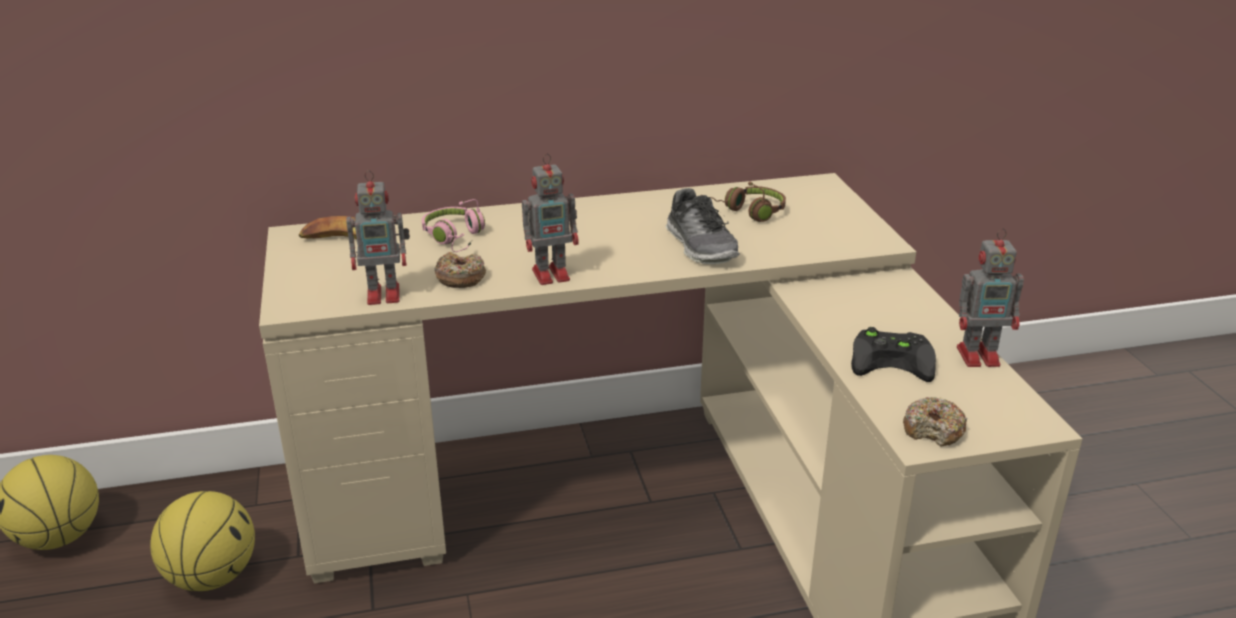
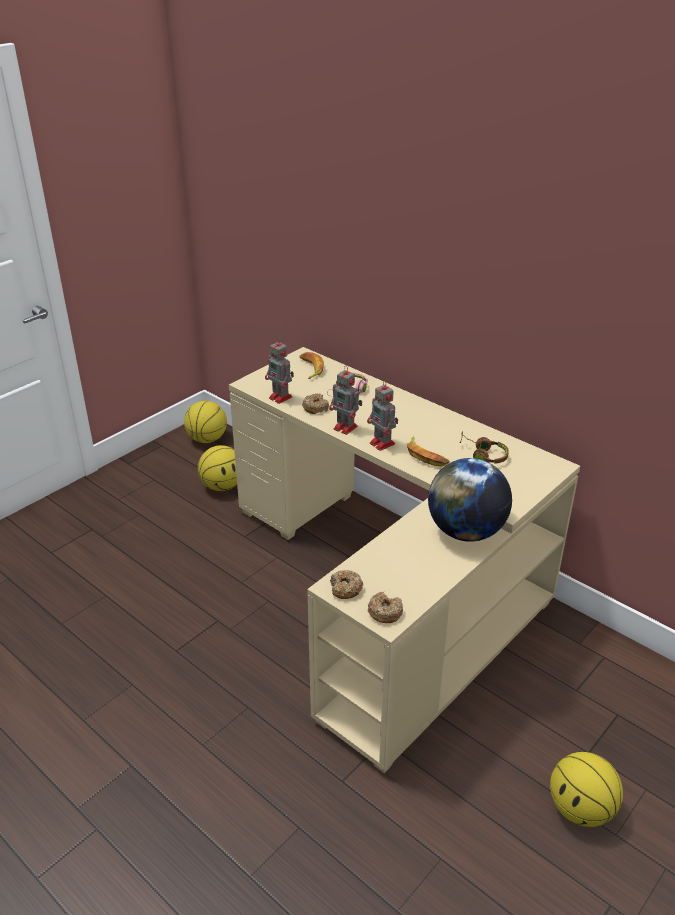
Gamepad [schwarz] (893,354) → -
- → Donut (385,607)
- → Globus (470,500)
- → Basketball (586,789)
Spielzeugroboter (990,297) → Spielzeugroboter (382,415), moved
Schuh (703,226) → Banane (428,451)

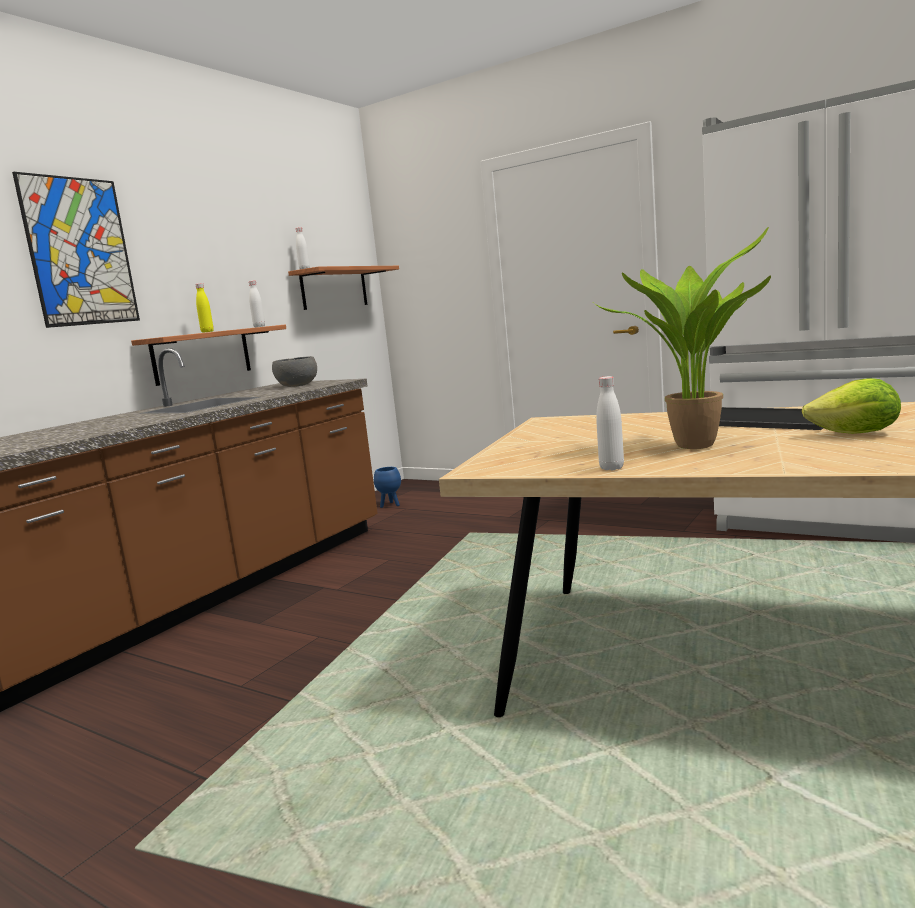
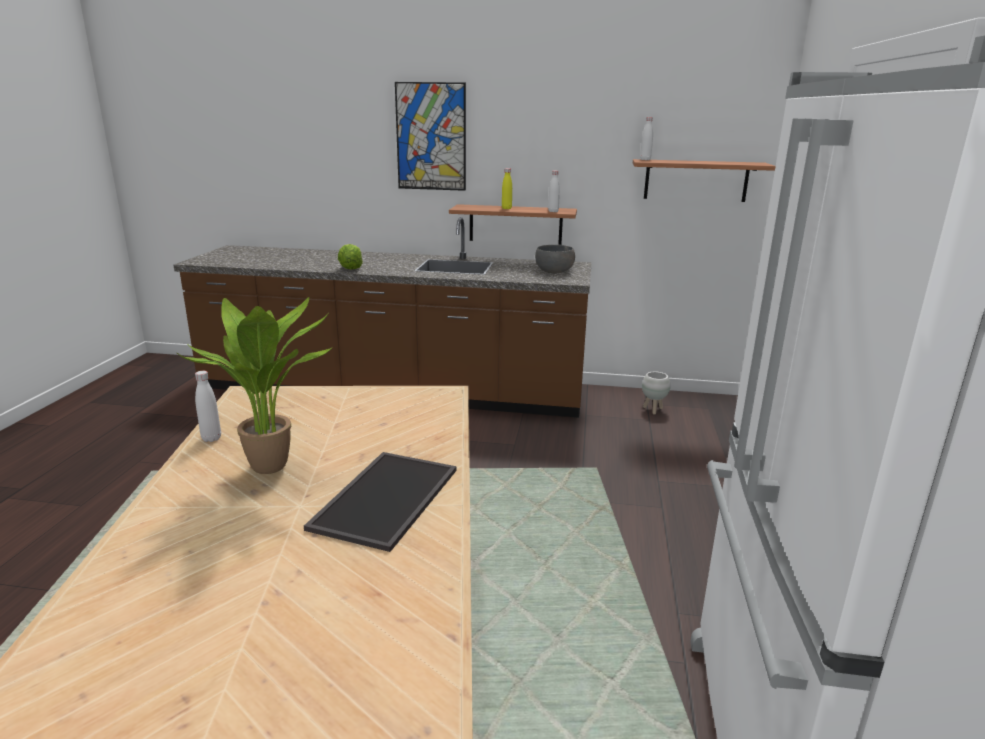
Salatkopf (851,406) → Salatkopf (350,256), moved
Pflanzkübel [blau] (387,487) → Pflanzkübel [weiß] (656,393)

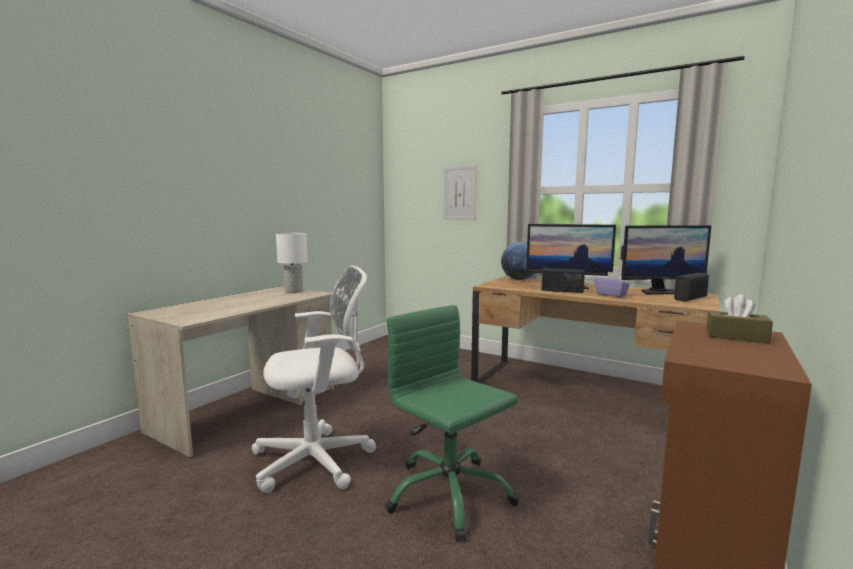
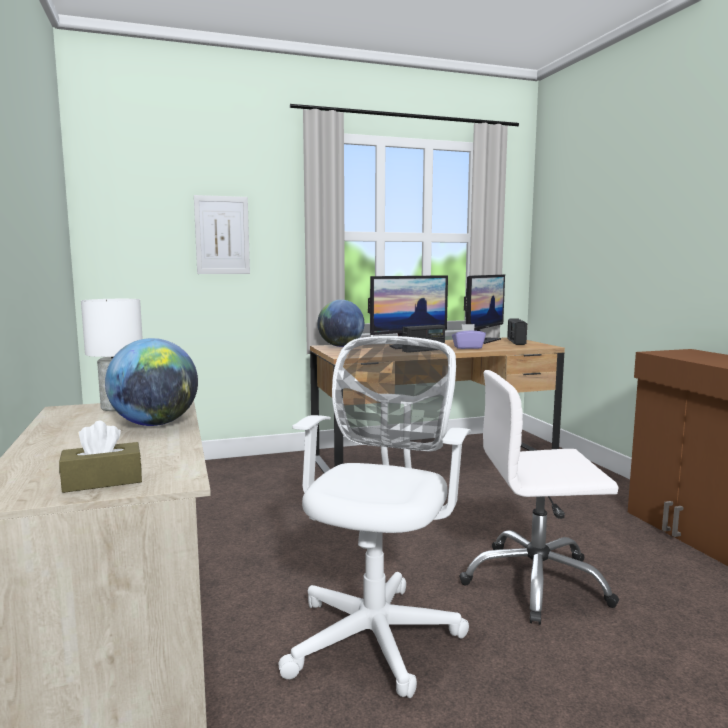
- → Globus (151,382)
Taschentuchbox [braun] (739,318) → Taschentuchbox [braun] (100,457), moved
Bürostuhl [grün] (452,423) → Bürostuhl [weiß] (539,497)

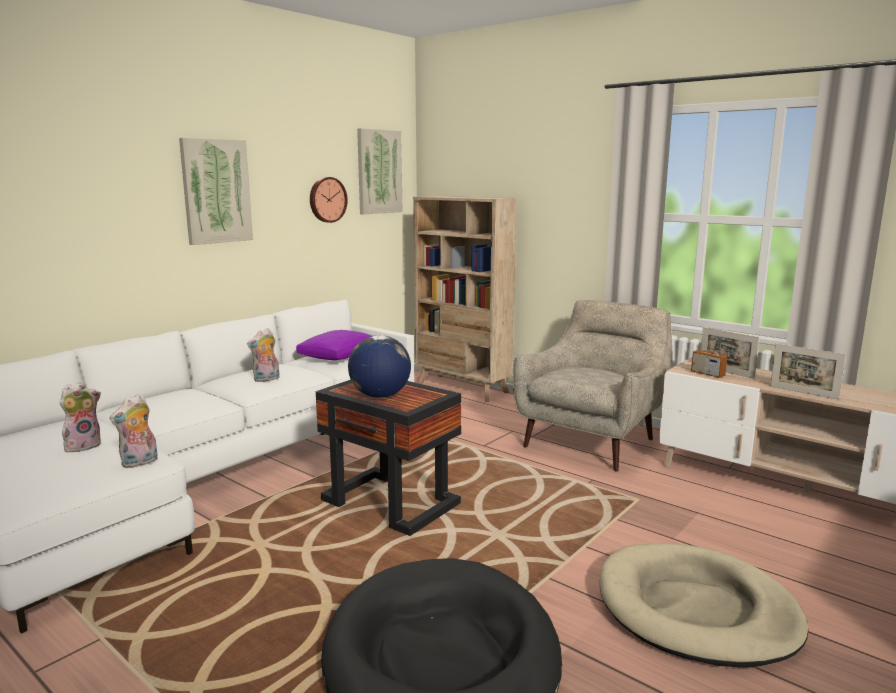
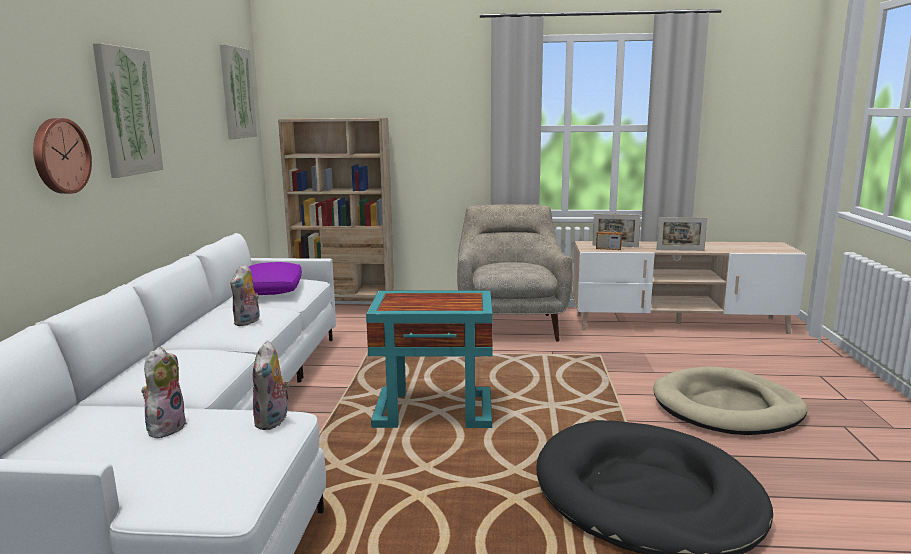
Globus (379,366) → -
Wanduhr (329,200) → Wanduhr (62,156), moved
Beistelltisch [schwarz] (388,458) → Beistelltisch [türkis] (429,359)

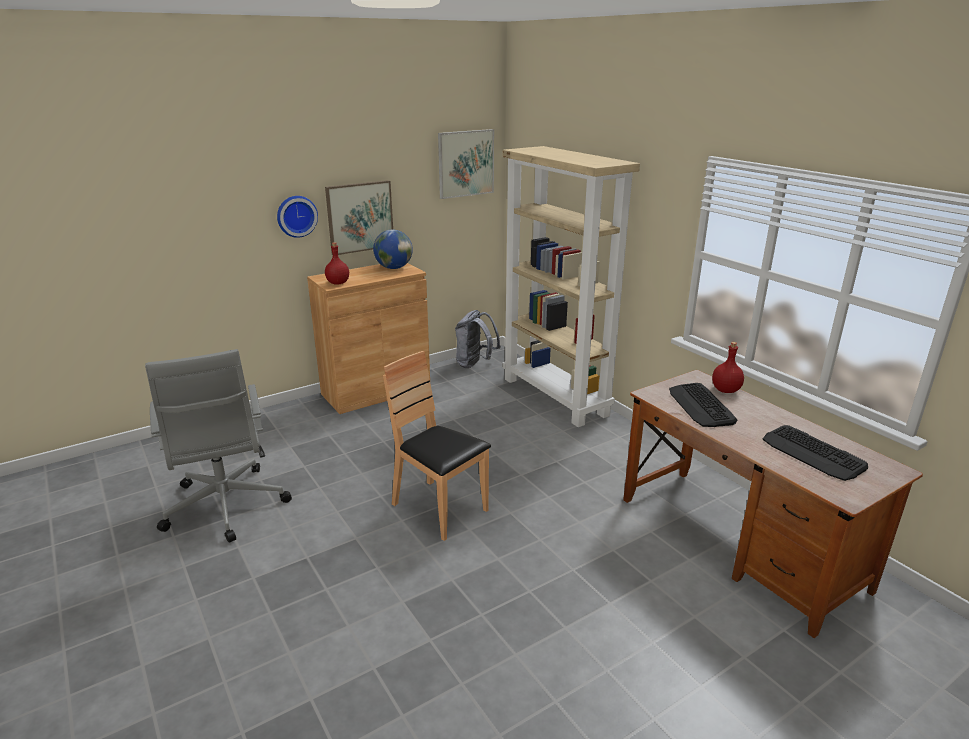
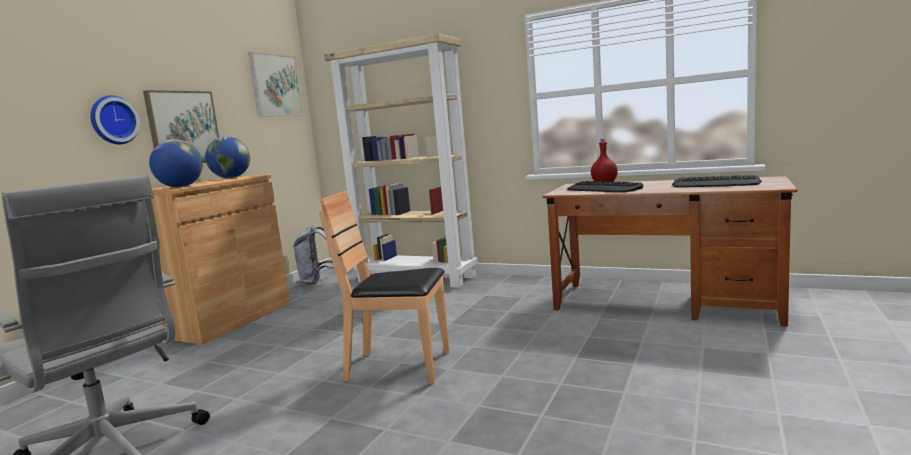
Flasche [rot] (337,263) → Globus (176,163)

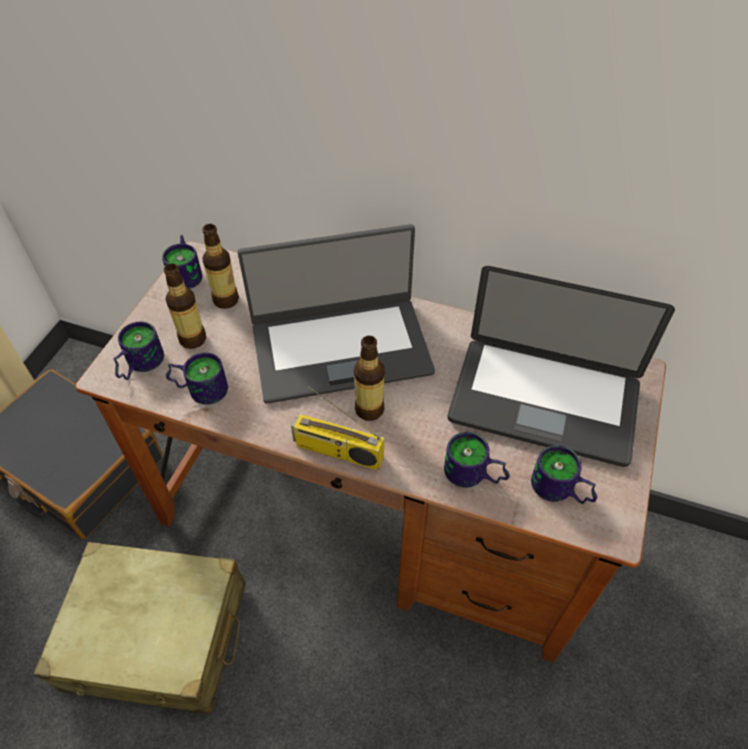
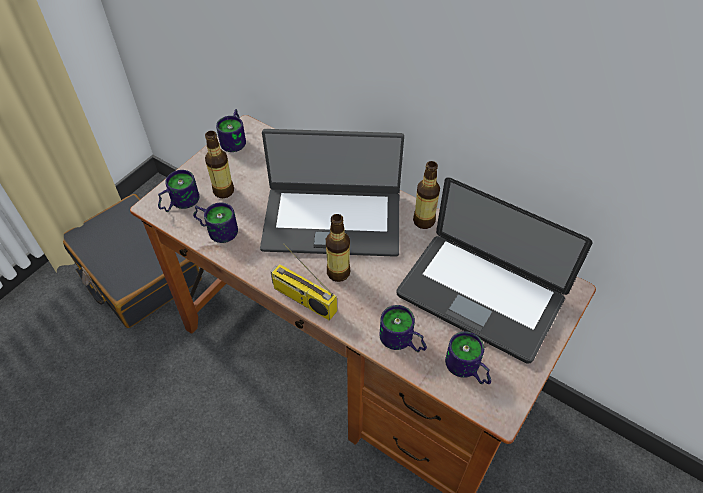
Koffer [beige] (139,628) → -
Flasche (220,266) → Flasche (426,195), moved

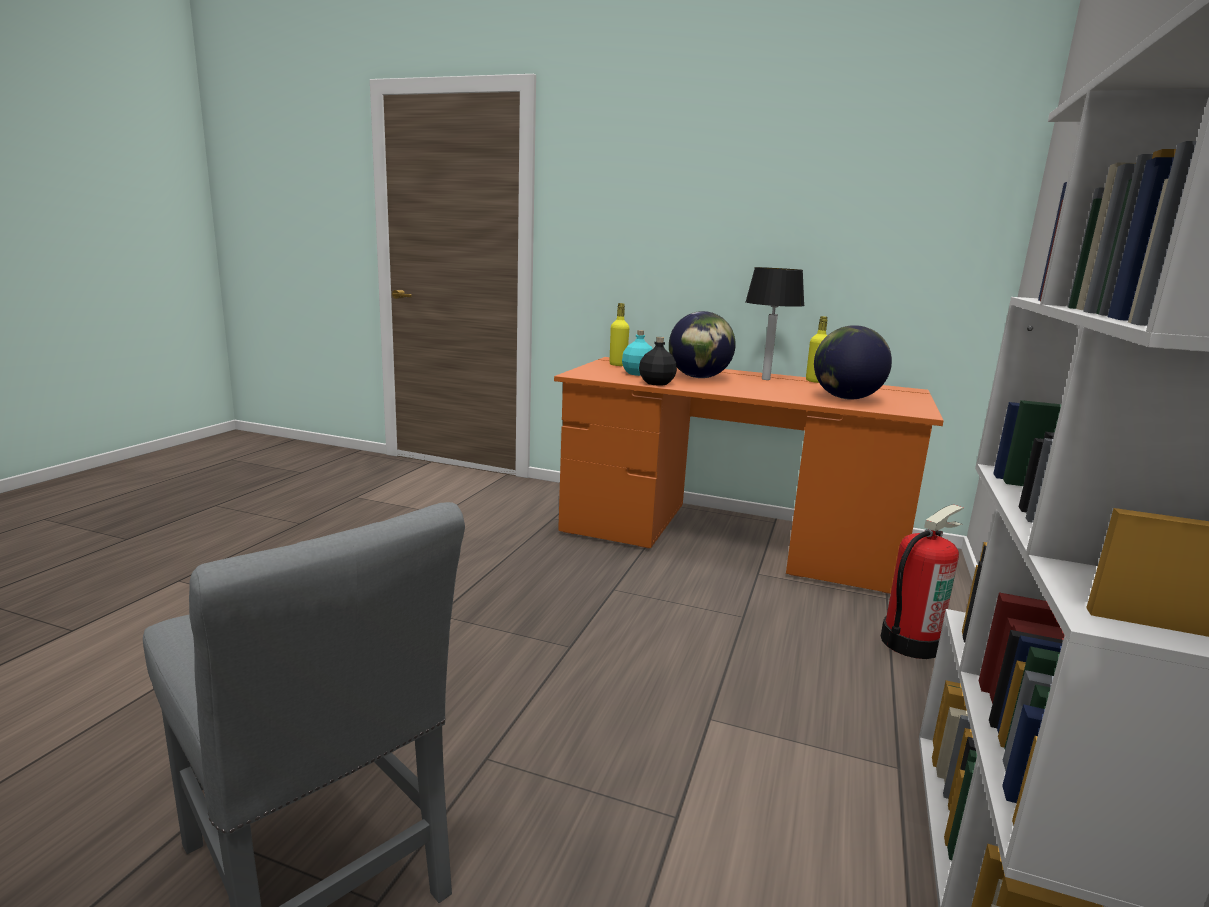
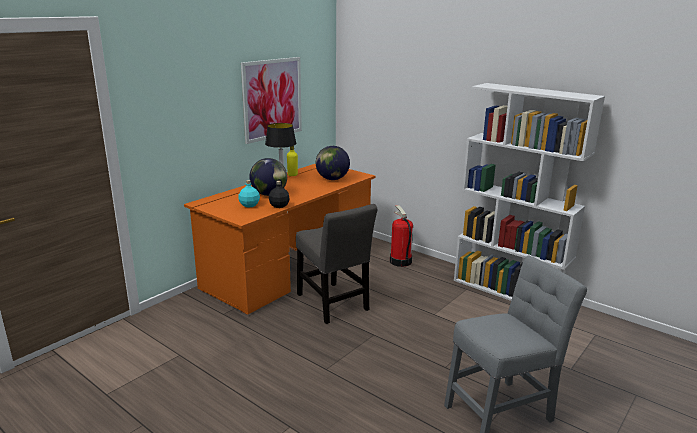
Flasche [gelb] (619,334) → -
- → Bild (271,100)
- → Stuhl [grau] (337,264)

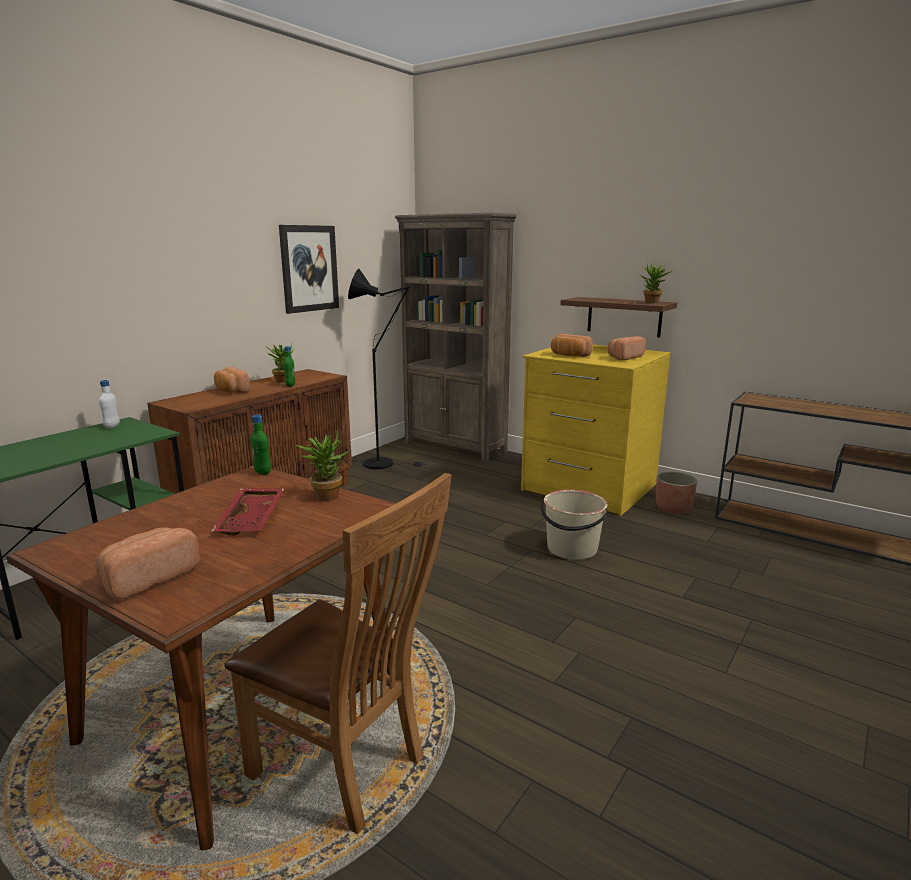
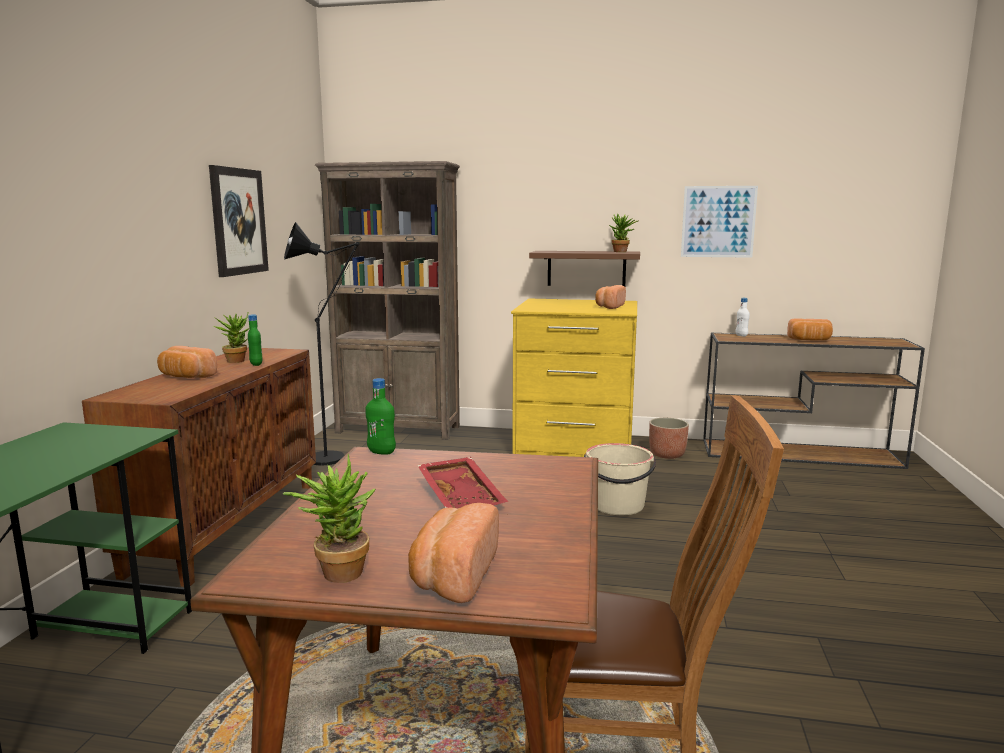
- → Bild (719,222)
Flasche [weiß] (109,404) → Flasche [weiß] (743,317), moved
Topfpflanze (321,465) → Topfpflanze (329,518), moved
Brot (572,345) → Brot (810,329), moved

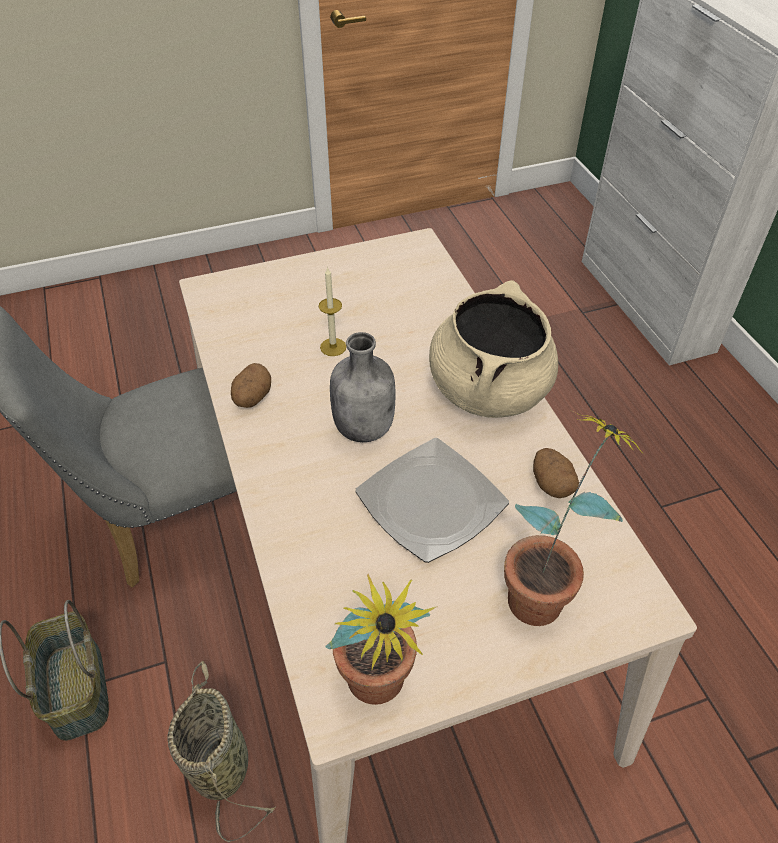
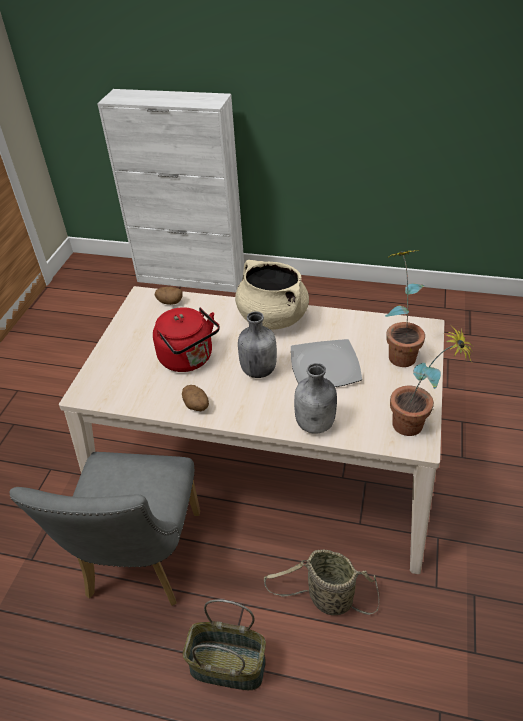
- → Flasche [grau] (315,398)
Kartoffel (556,473) → Kartoffel (168,296), moved
Kerze (332,311) → Wasserkessel [rot] (186,339)

